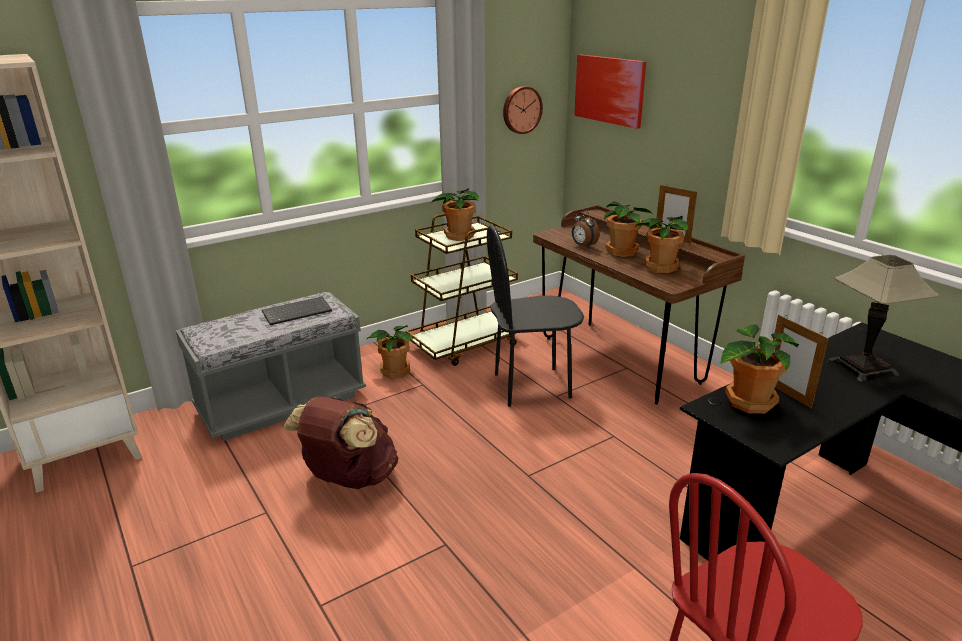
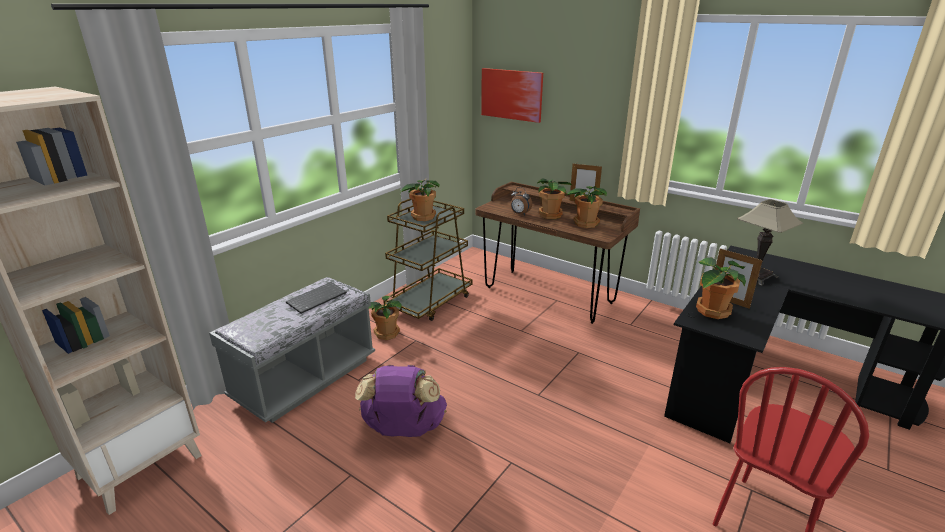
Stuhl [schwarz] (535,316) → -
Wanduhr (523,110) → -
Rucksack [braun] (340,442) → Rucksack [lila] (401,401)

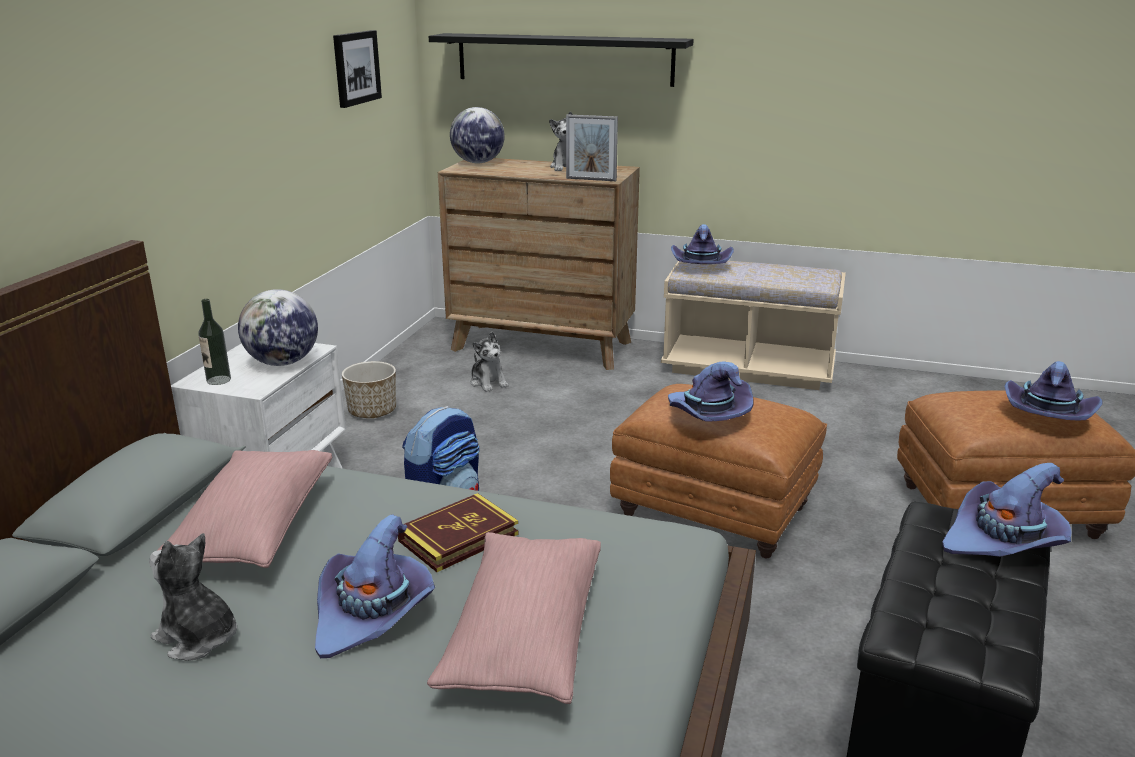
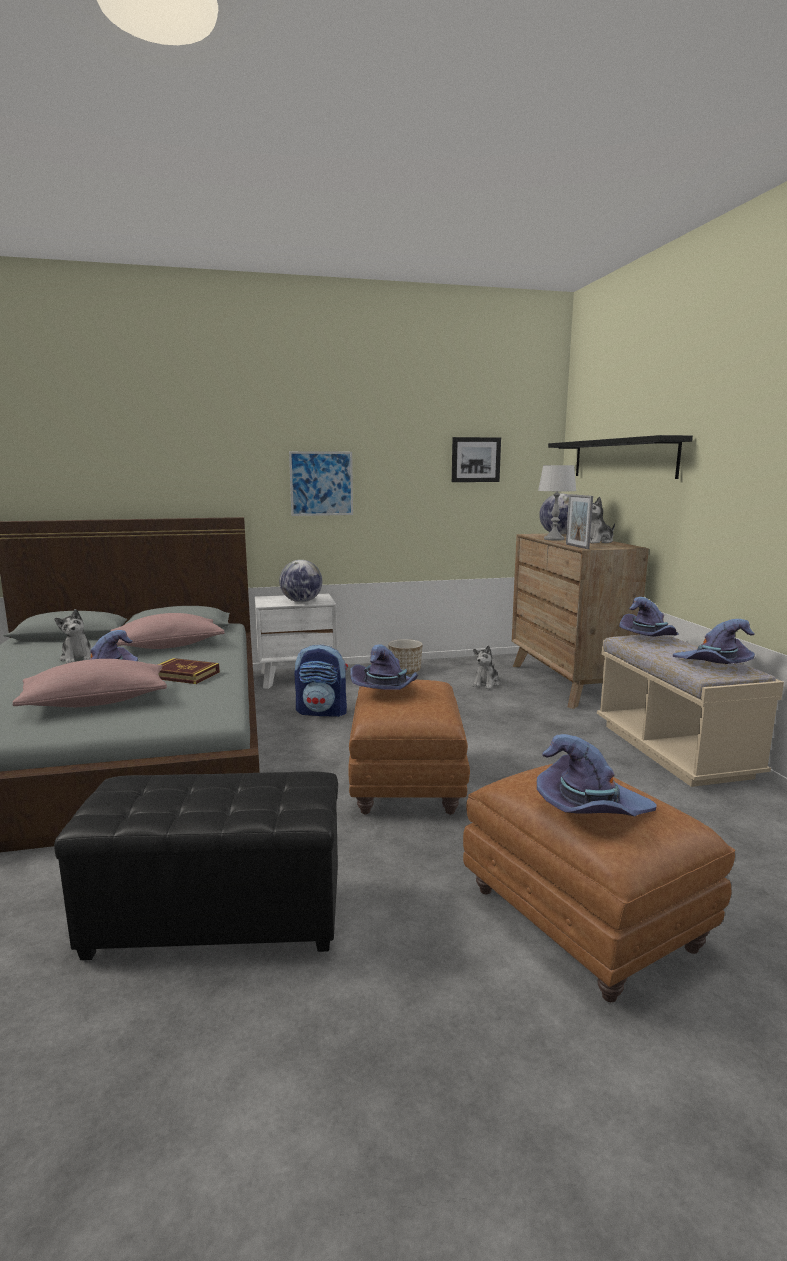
Flasche (214,342) → -
- → Bild (321,483)
- → Tischlampe [grau] (557,503)
Hut [lila] (1007,510) → Hut [lila] (714,641), moved
Plüschtier (193,597) → Plüschtier (72,636), 150 degrees clockwise

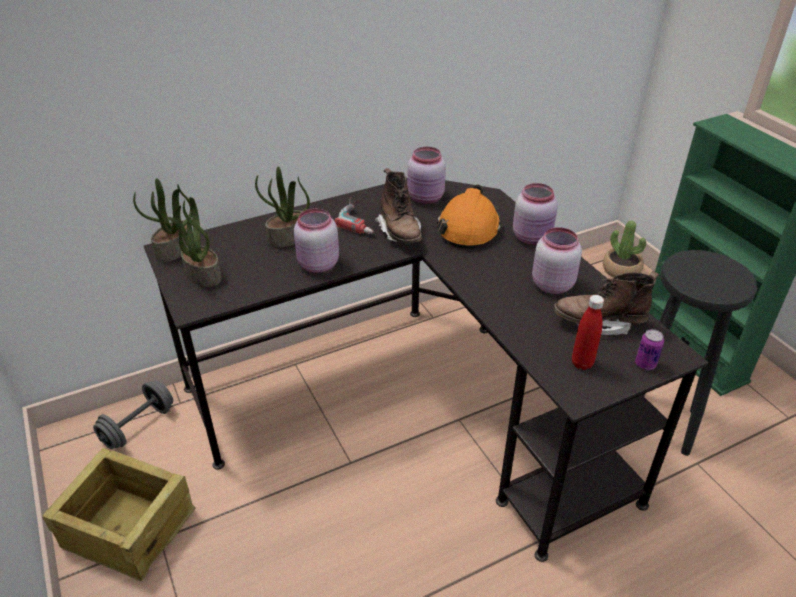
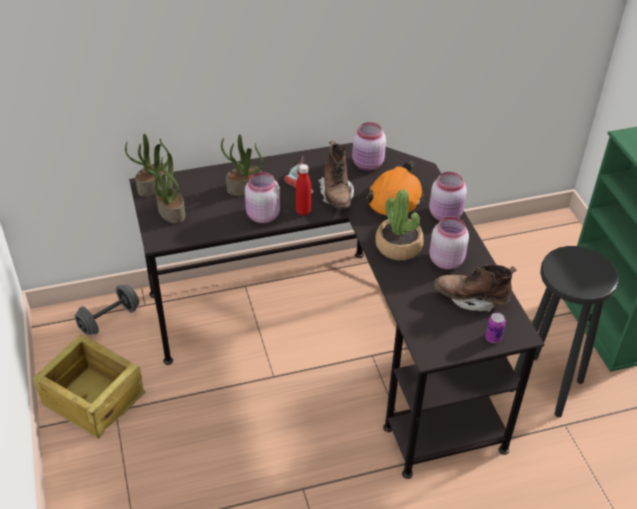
Flasche [rot] (588,332) → Flasche [rot] (303,190), moved
Topfpflanze (624,248) → Topfpflanze (399,224), moved

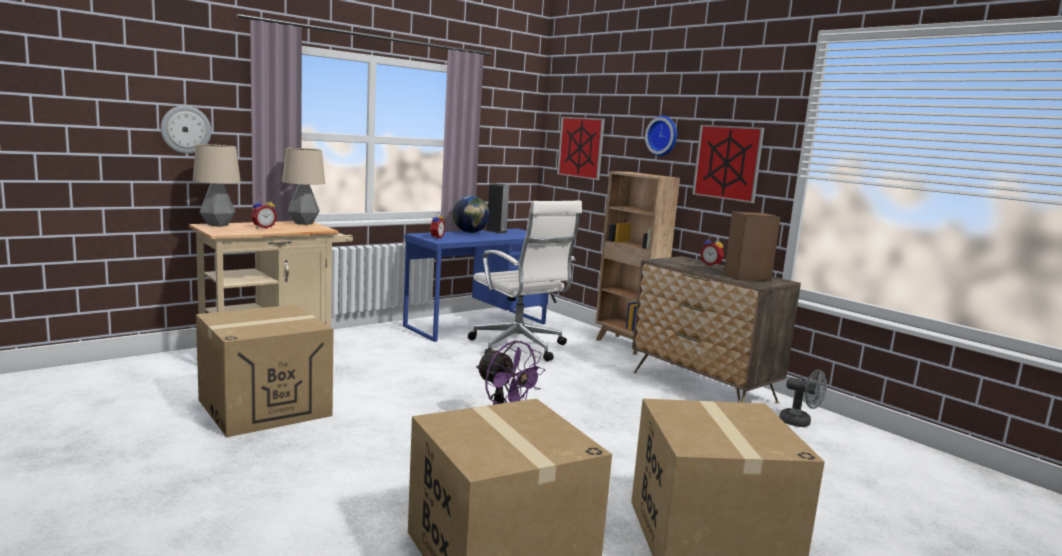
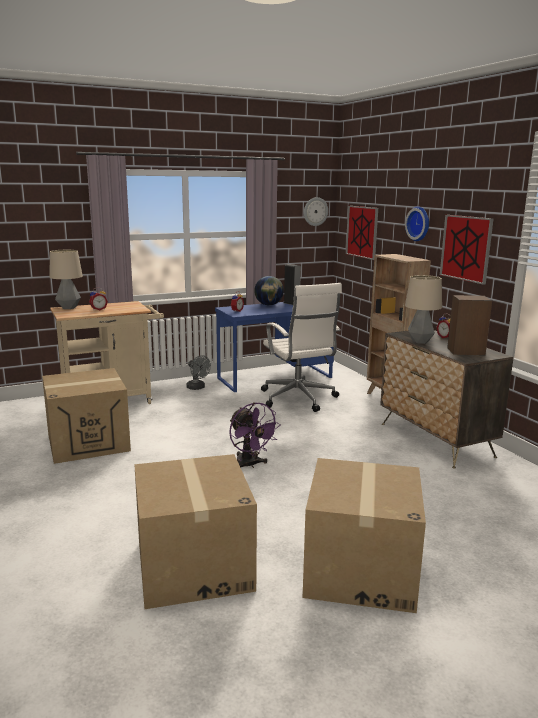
Wanduhr (186,130) → Wanduhr (316,211), moved
Tischlampe (303,186) → Tischlampe (423,309), moved
Ventilator [grau] (803,398) → Ventilator [grau] (198,372), moved

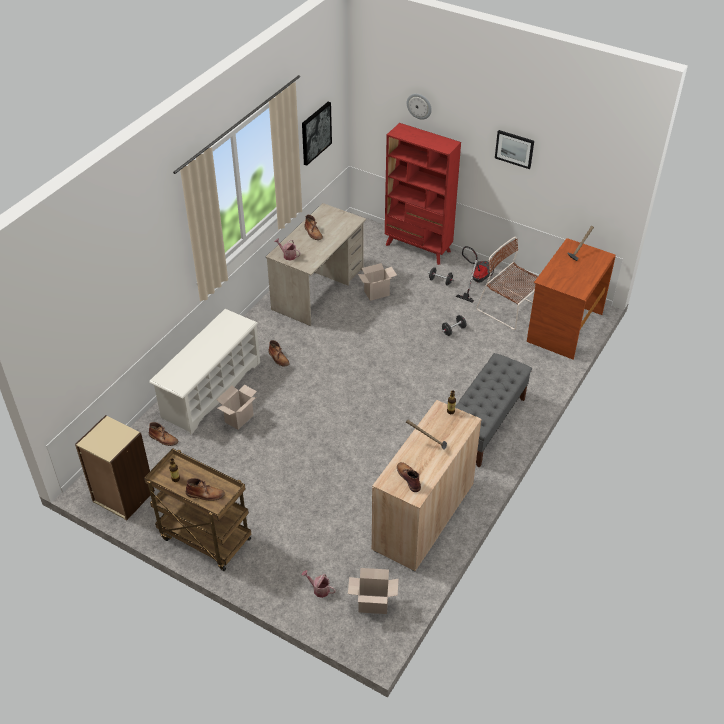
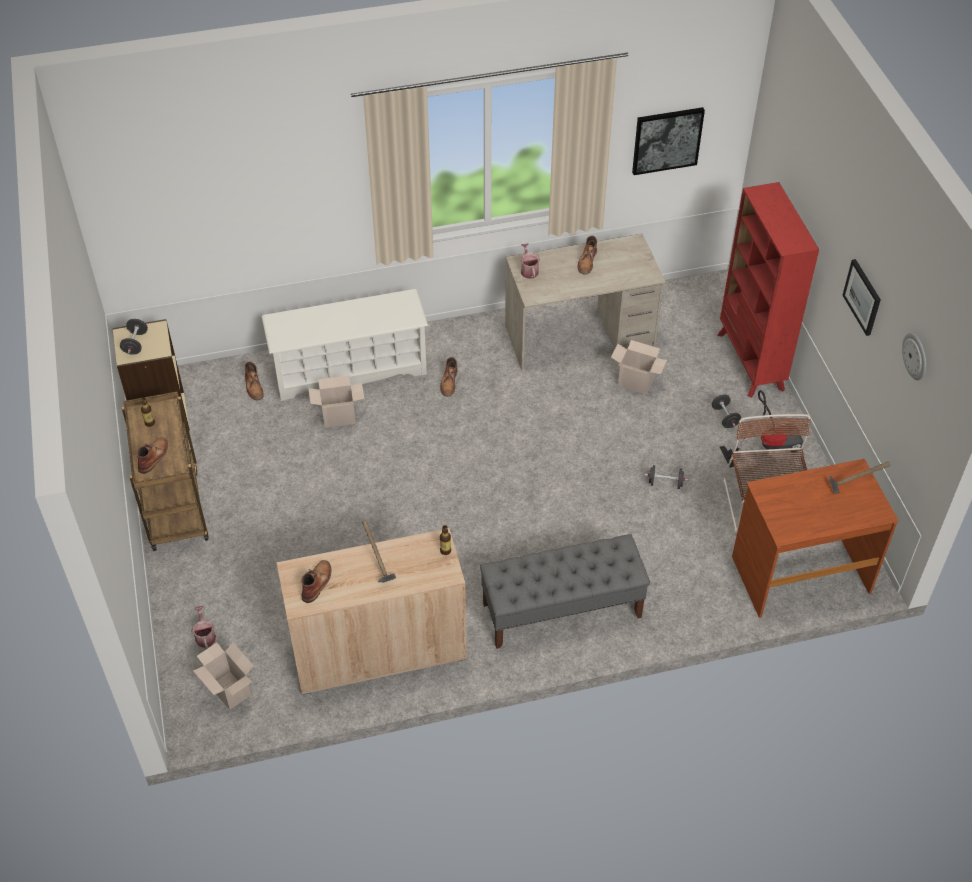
- → Hantel [schwarz] (134,337)
Wanduhr (419,106) → Wanduhr (914,356), moved
Stiefel [braun] (205,489) → Stiefel [braun] (152,455), 120 degrees counterclockwise

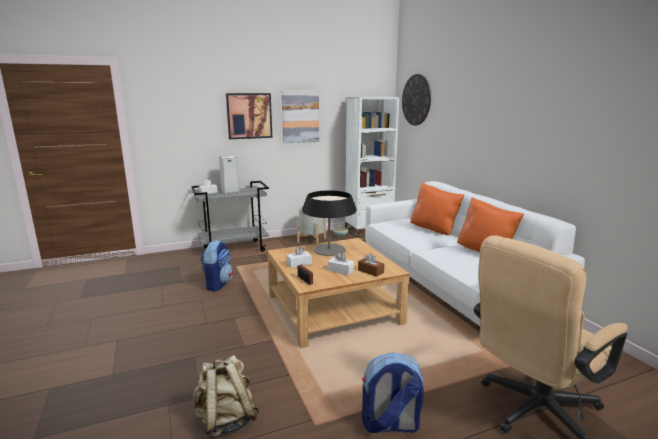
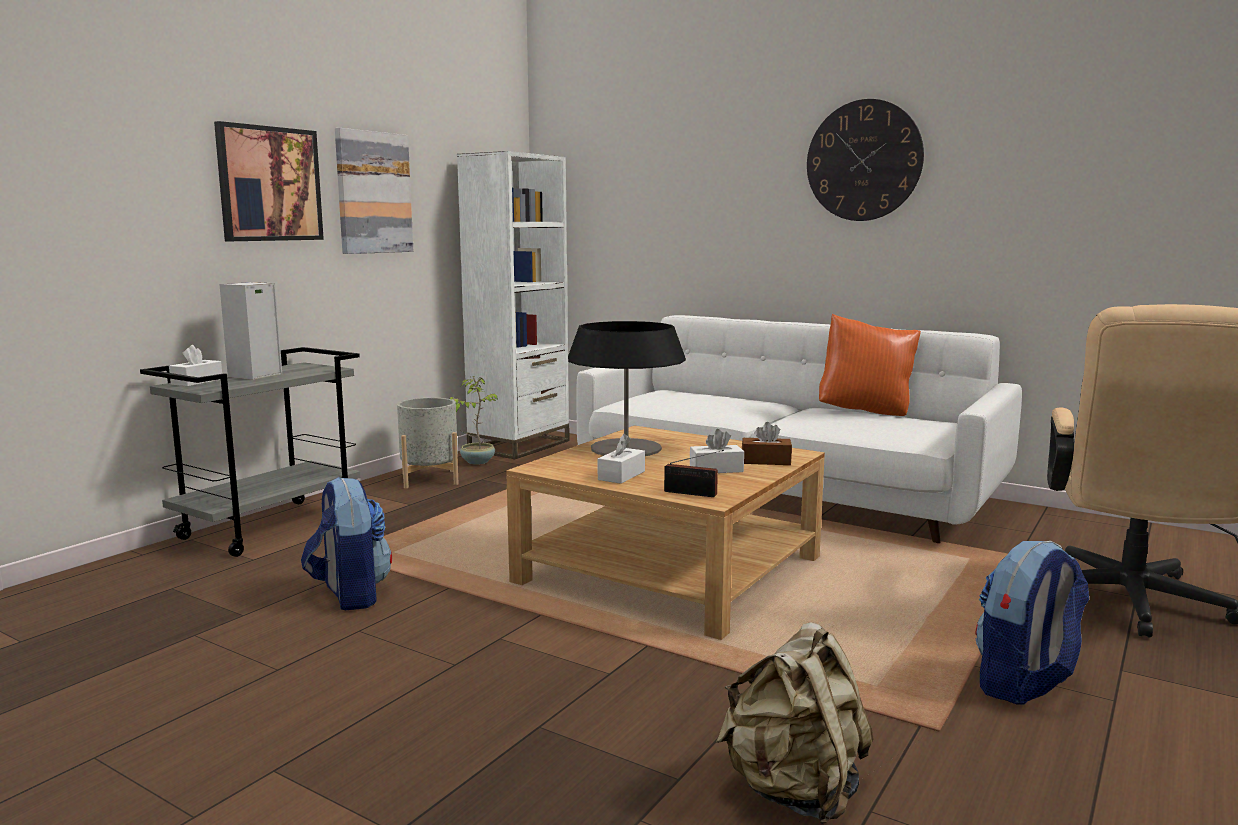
Kissen [orange] (437,208) → -
Wanduhr (416,99) → Wanduhr (865,160), moved

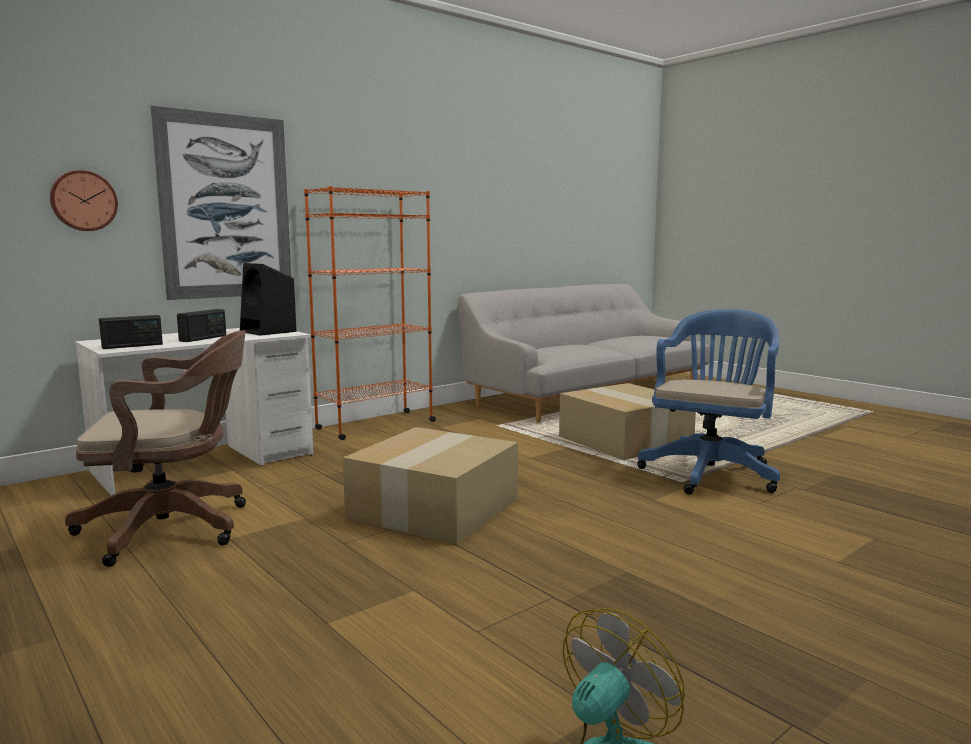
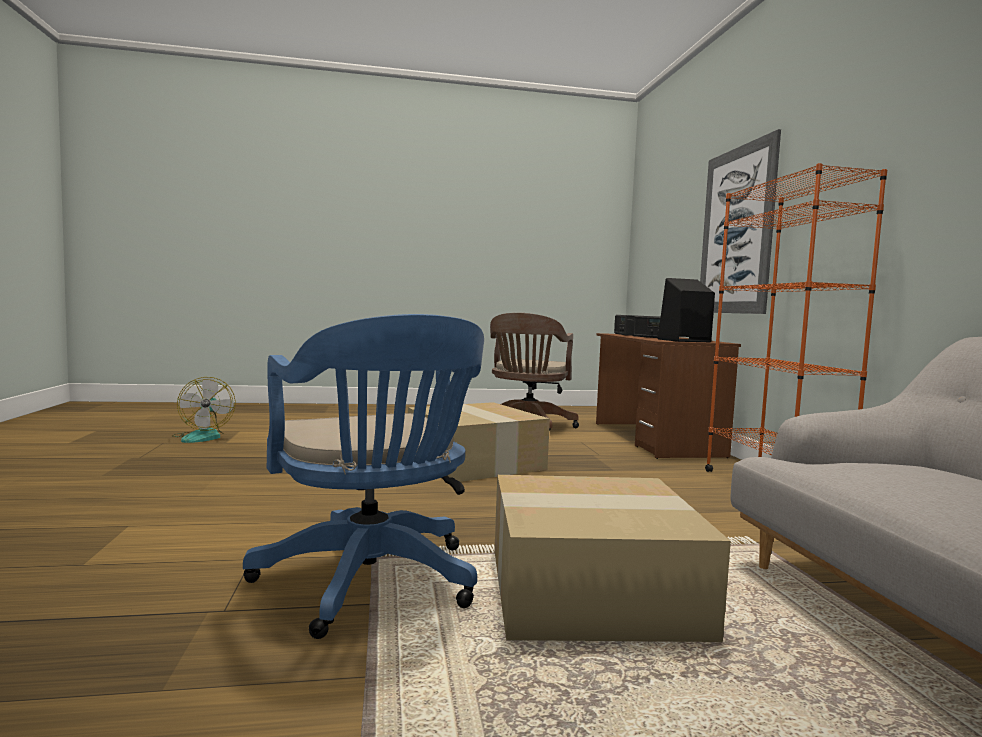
Wanduhr (84,200) → -
Schreibtisch [weiß] (194,412) → Schreibtisch [braun] (668,396)

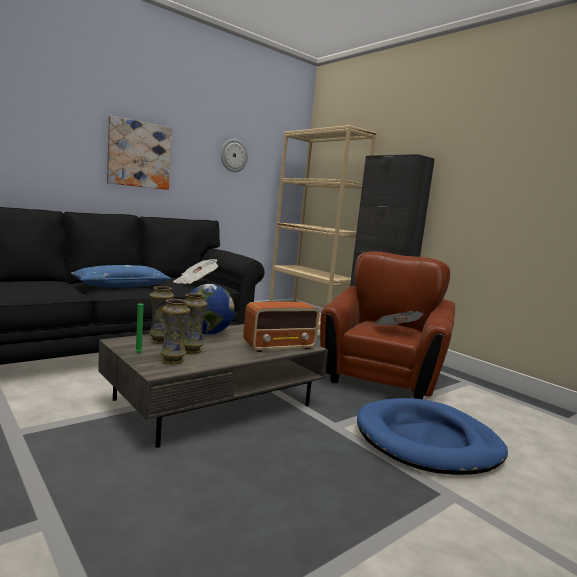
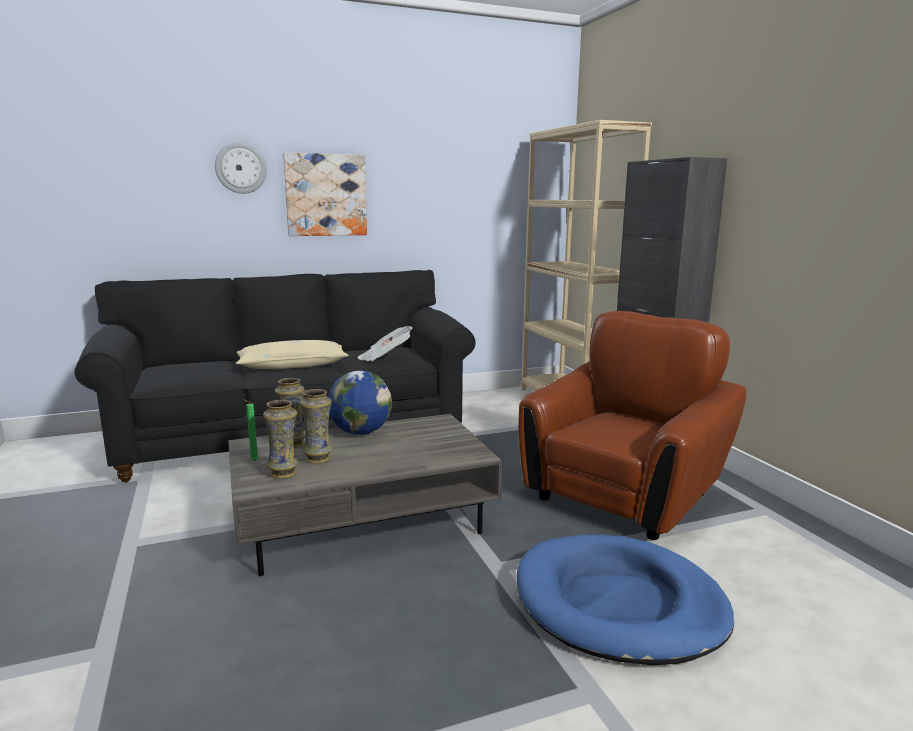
Radio (281,326) → -
Zeitung (399,318) → -
Wanduhr (234,155) → Wanduhr (241,168), moved
Kissen [blau] (121,276) → Kissen [beige] (292,354)

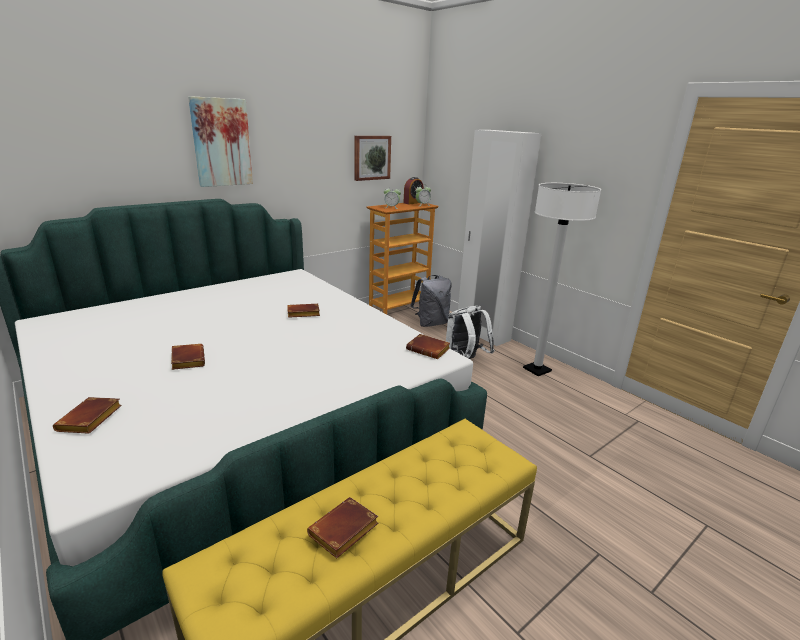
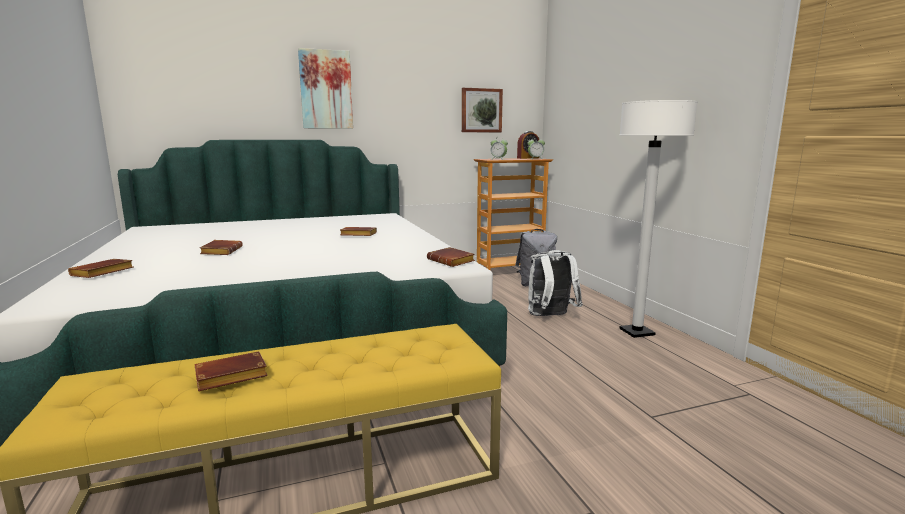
Kleiderschrank [weiß] (499,238) → -

